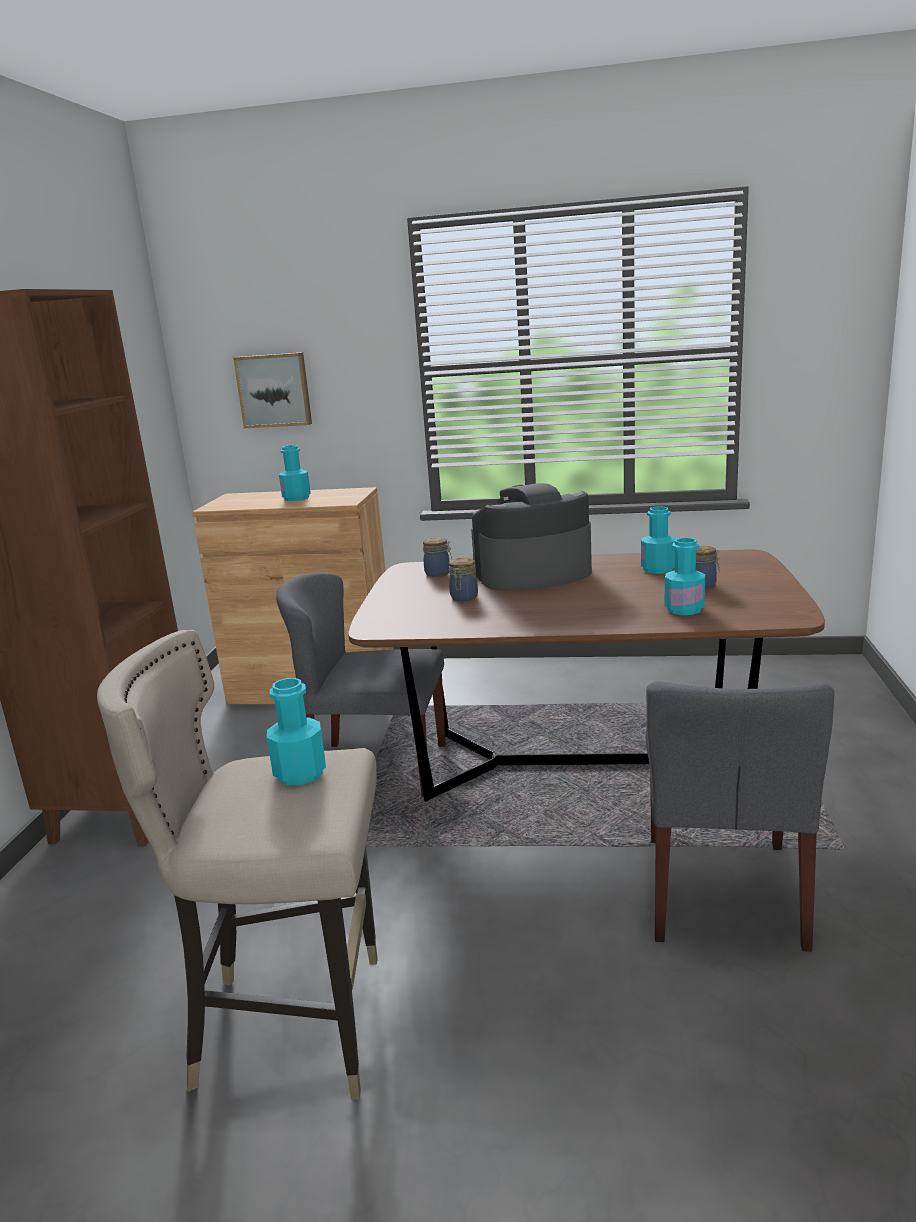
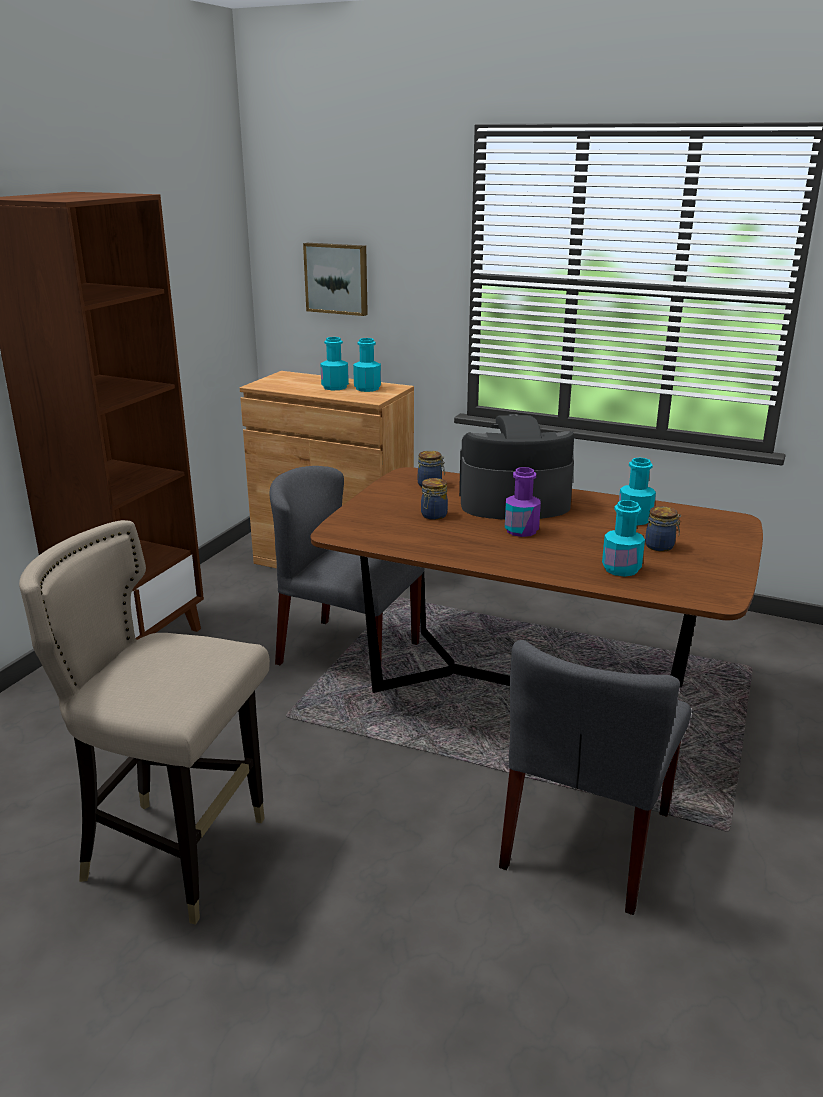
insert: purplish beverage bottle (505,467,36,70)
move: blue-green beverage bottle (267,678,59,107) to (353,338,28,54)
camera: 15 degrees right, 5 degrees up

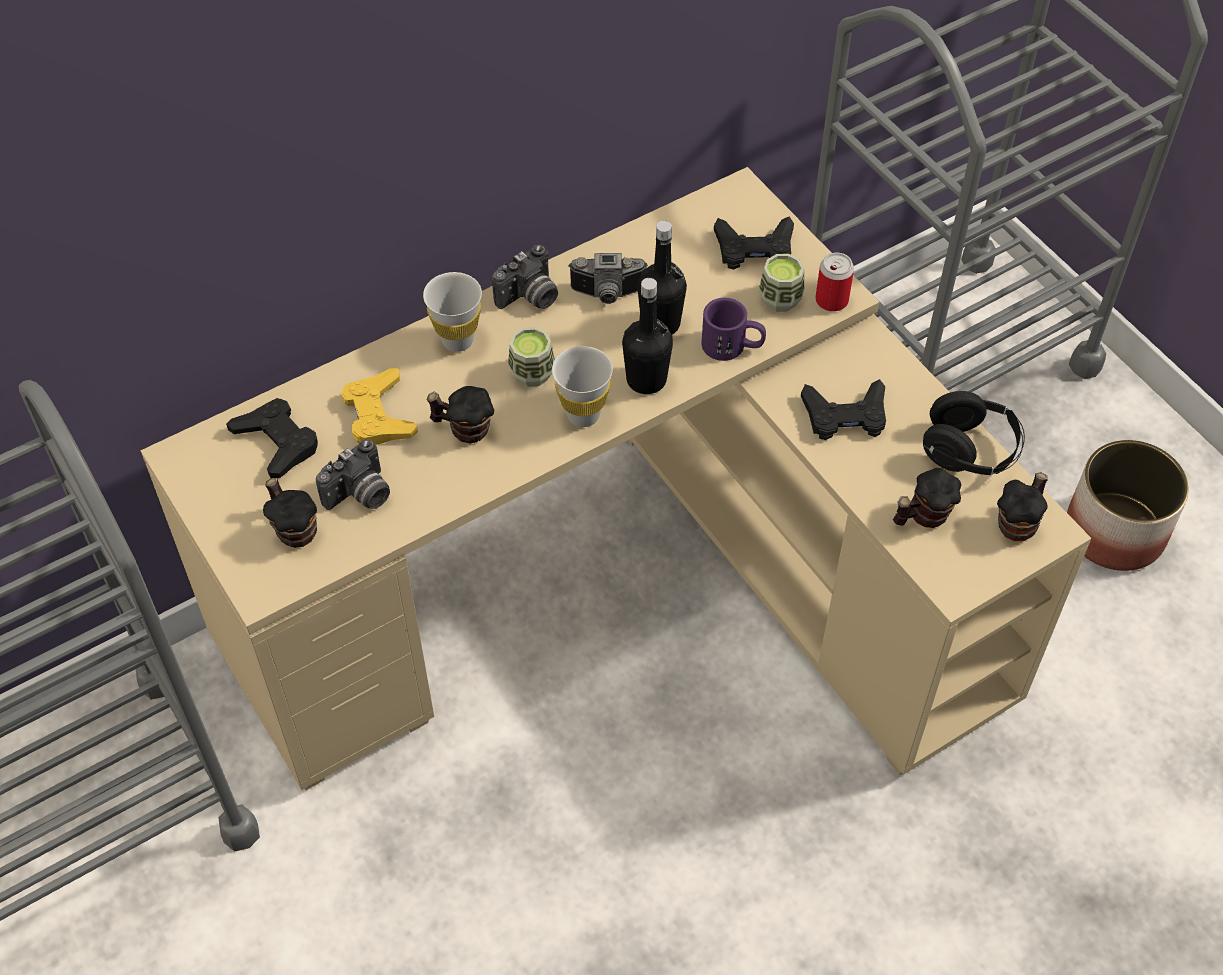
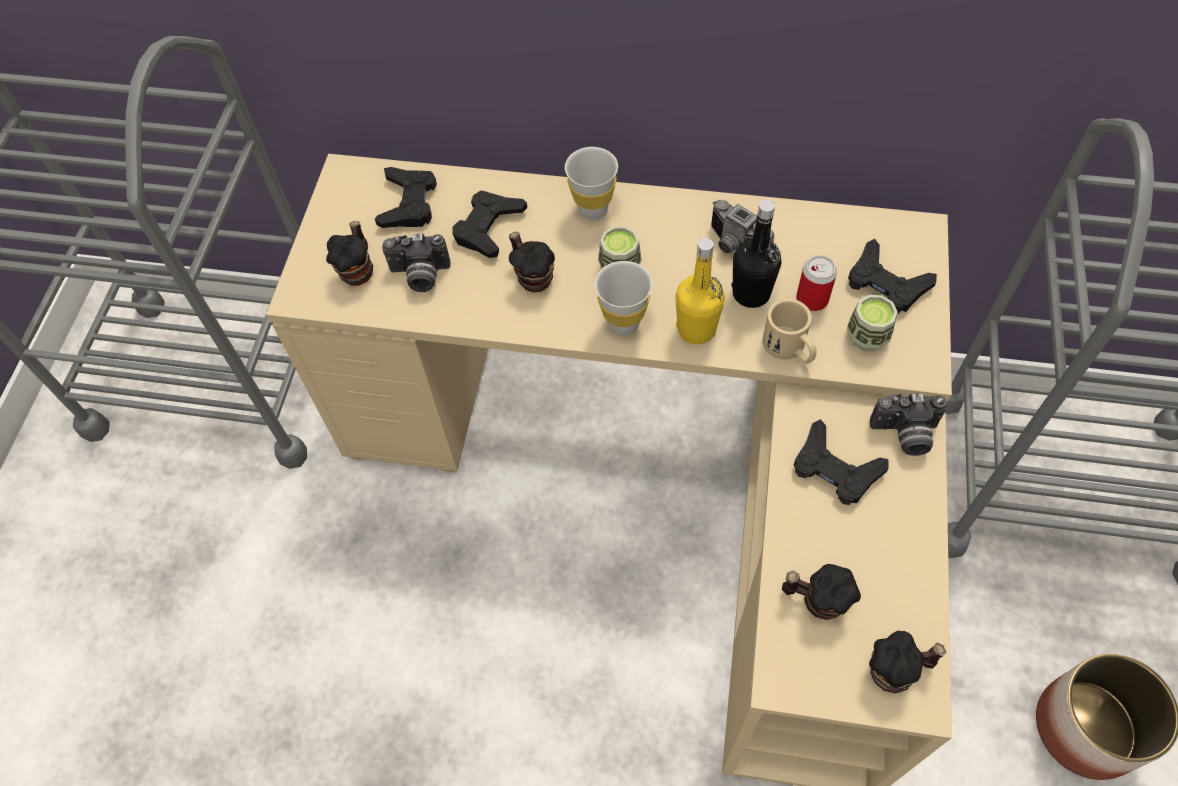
delete: black-coloured headphones (923,391,102,84)
move: can (815,252,39,60) to (796,255,41,56); still camera (492,245,66,64) to (869,393,78,63)
recolor: yellow joypad (341,368,77,77) to black-coloured joypad (452,191,75,67); black-coloured beverage bottle (622,278,51,116) to yellow beverage bottle (675,238,50,106); purplish coffee mug (702,298,64,63) to beige-coloured coffee mug (763,299,54,65)
camera: 45 degrees right, 5 degrees up

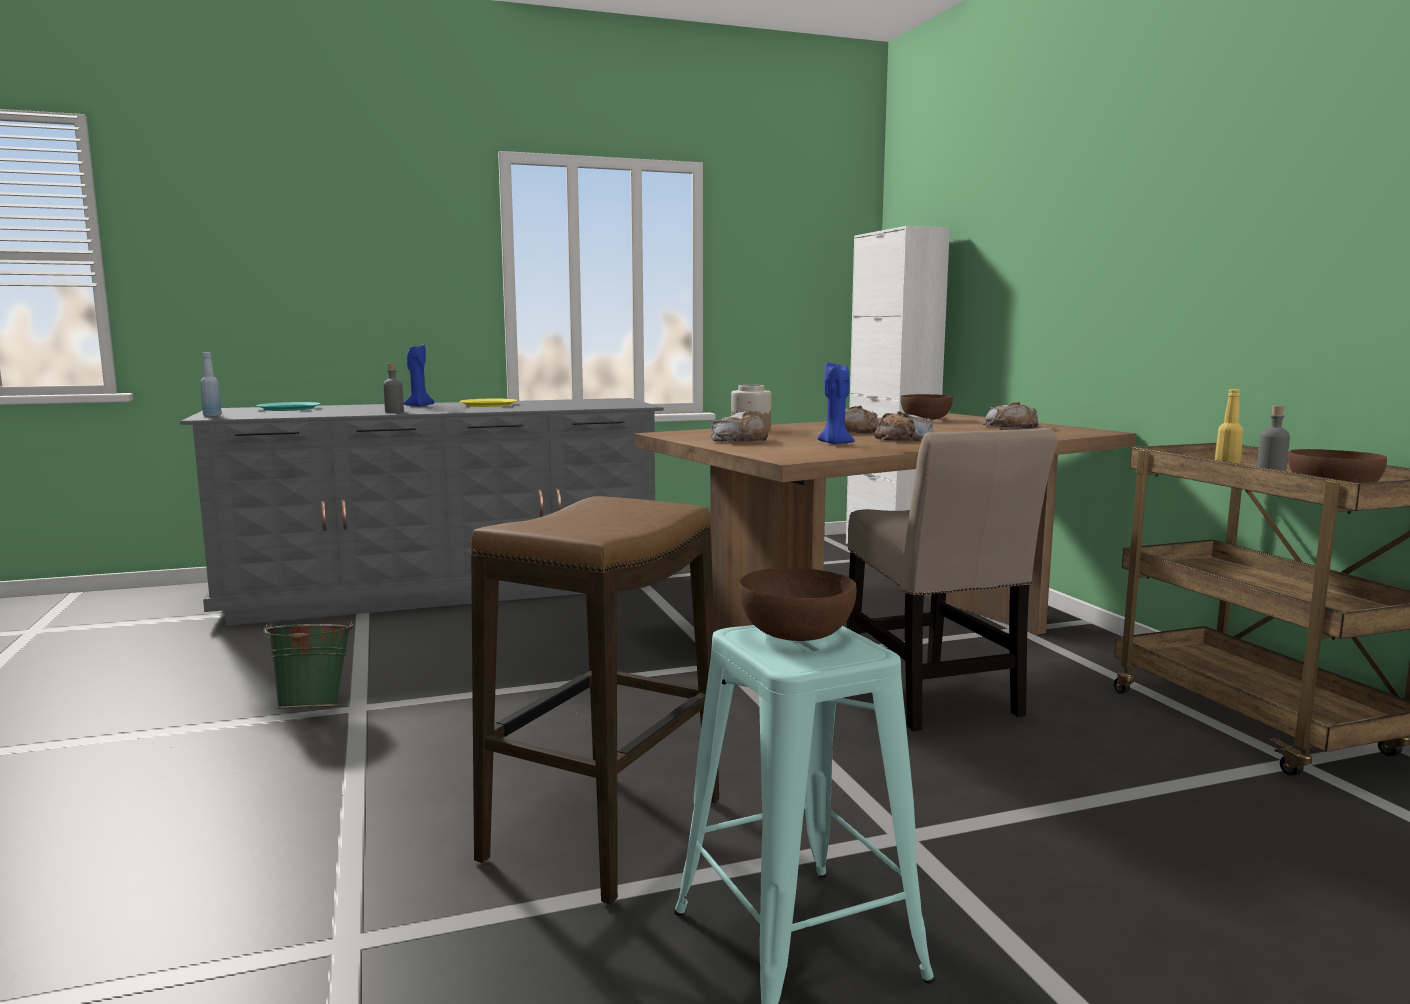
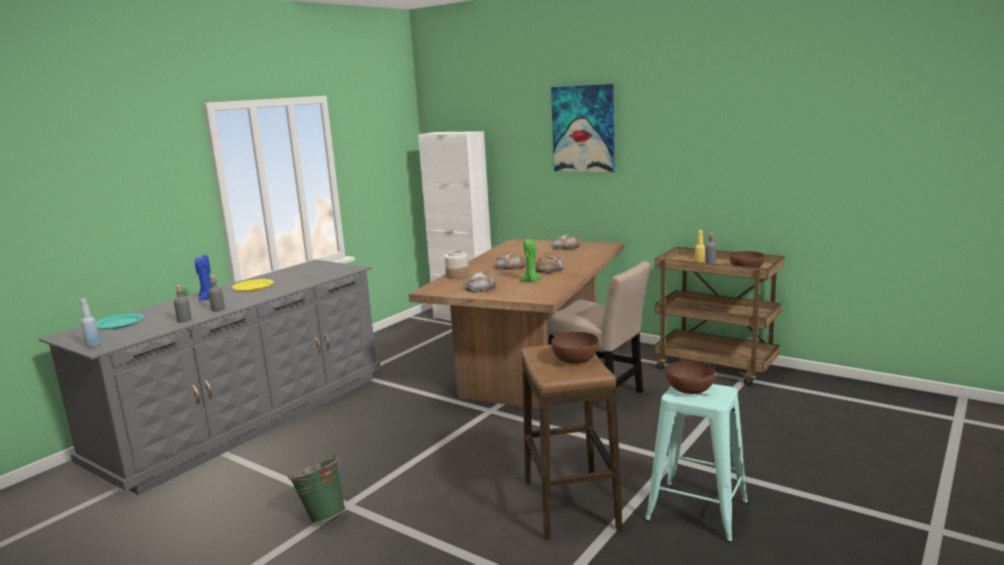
insert: greyish beverage bottle (174,285,18,37); picture (551,84,64,89)
move: brown-coloured serving bowl (901,394,52,26) to (551,332,48,32)
recolor: bluish wax candle (817,362,38,82) to greenish wax candle (521,239,20,43)
camera: 35 degrees left, 5 degrees up

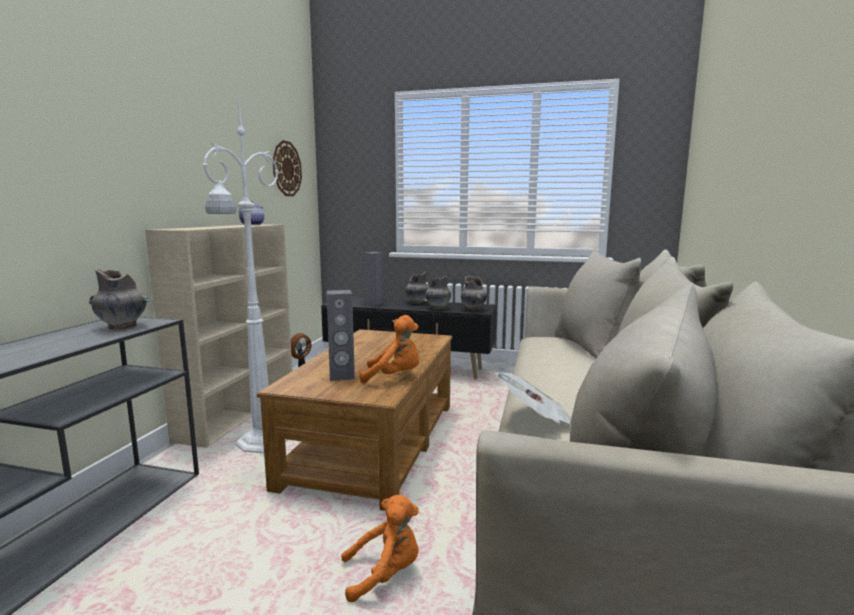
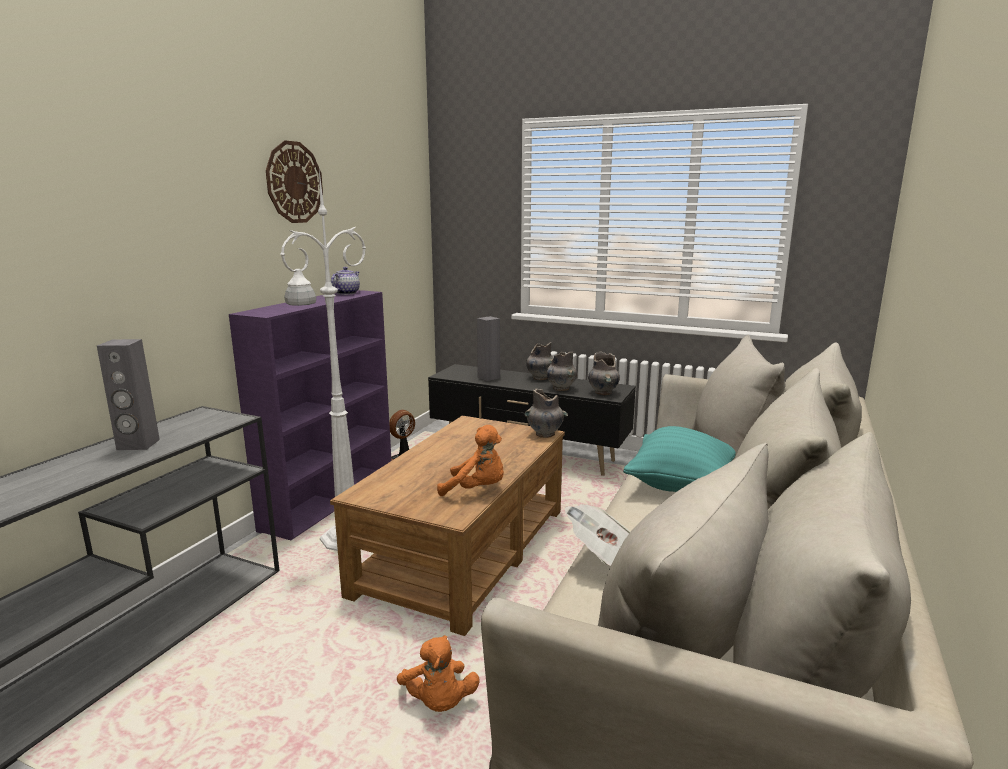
insert: blue-green cushion (623,426,113,66)
move: greyish loudspeaker (326,290,29,91) to (97,339,63,111); hanging clock (273,140,29,56) to (266,140,57,83); greyish vase (89,268,62,62) to (524,389,44,49)
recolor: beige-coloured shelving unit (145,224,147,224) to purplish shelving unit (229,290,163,250)
rotate: orange-coloured cuddly toy (341,495,78,107) = (397,635,83,77) 75 degrees clockwise
camera: 10 degrees right, 5 degrees up

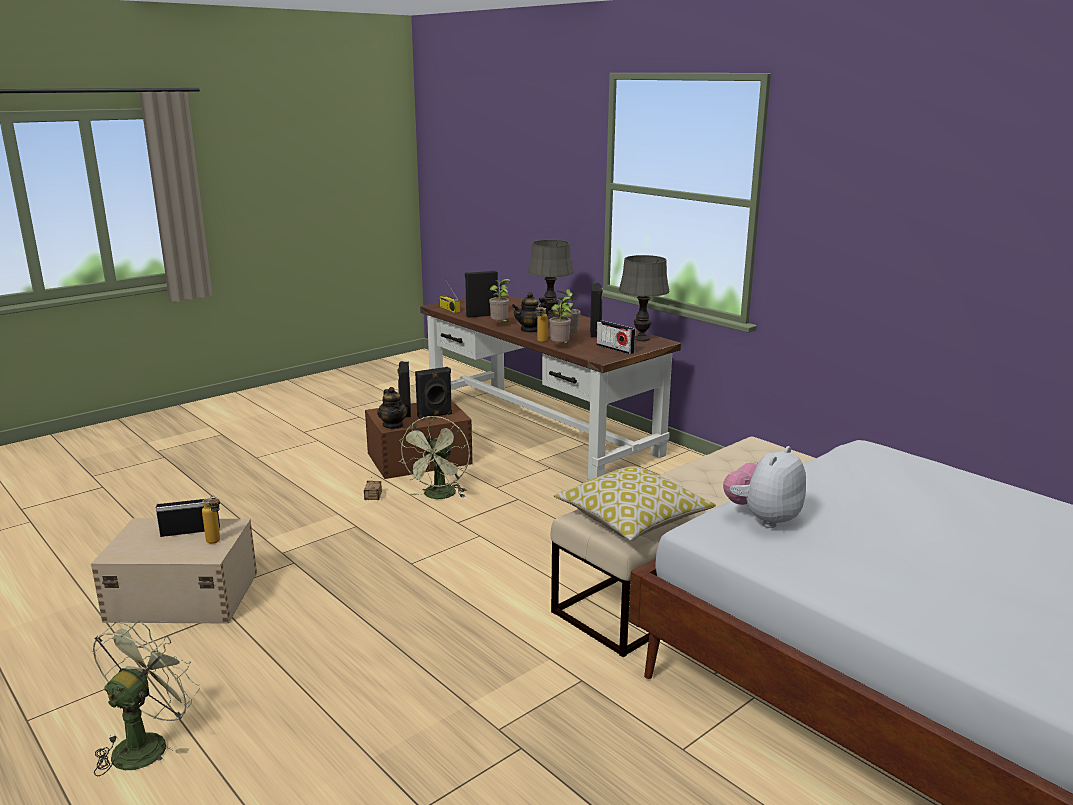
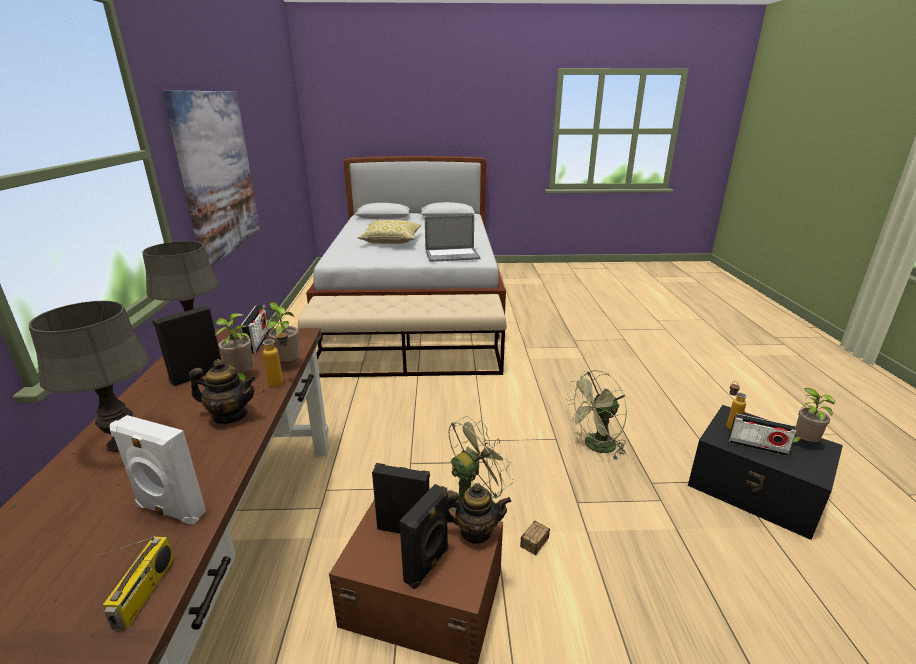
insert: picture (162,90,98,177)
move: cushion (554,466,162,75) to (358,220,64,24); greenish fan (93,621,107,155) to (565,370,62,91); houseplant (489,279,22,44) to (793,388,42,55)
replace: cuddly toy (723,446,83,82) to notebook computer (425,215,56,47)
recolor: black-coloured loudspeaker (465,270,33,48) to white loudspeaker (110,415,96,109); beige-coloured storage box (91,518,166,105) to black-coloured storage box (688,405,155,135)
rotate: tea pot (377,387,31,42) = (447,483,64,61) 75 degrees clockwise
camera: 140 degrees left, 5 degrees up

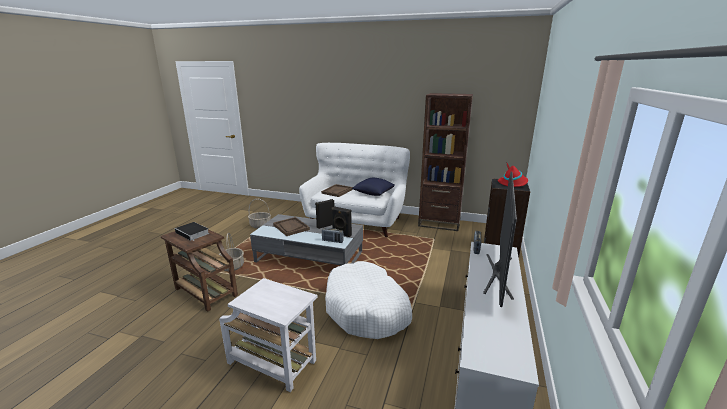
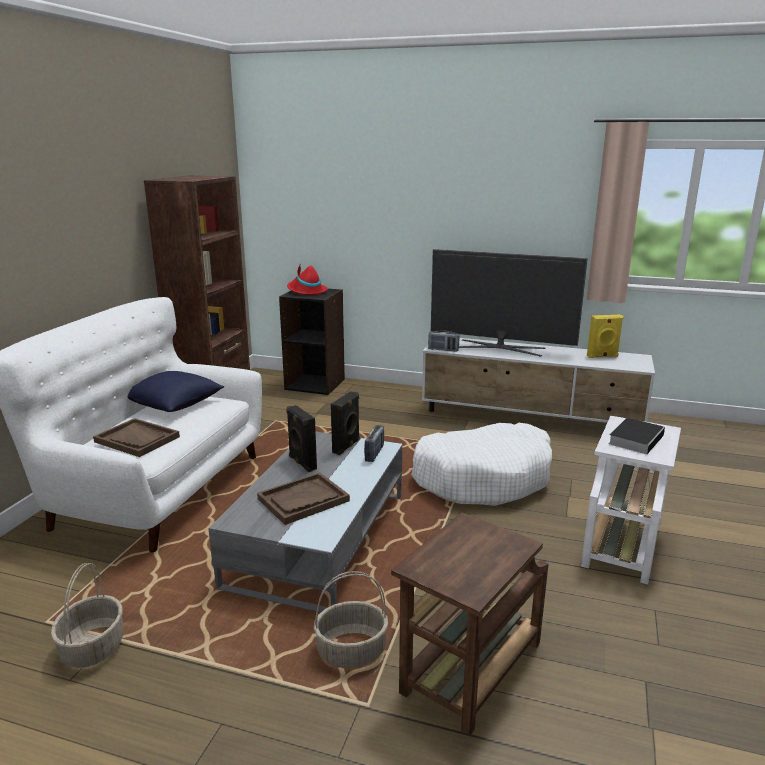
insert: yellow loudspeaker (587,314,36,44)
move: book (175,222,34,20) to (608,418,57,37)
camera: 90 degrees left, 0 degrees up

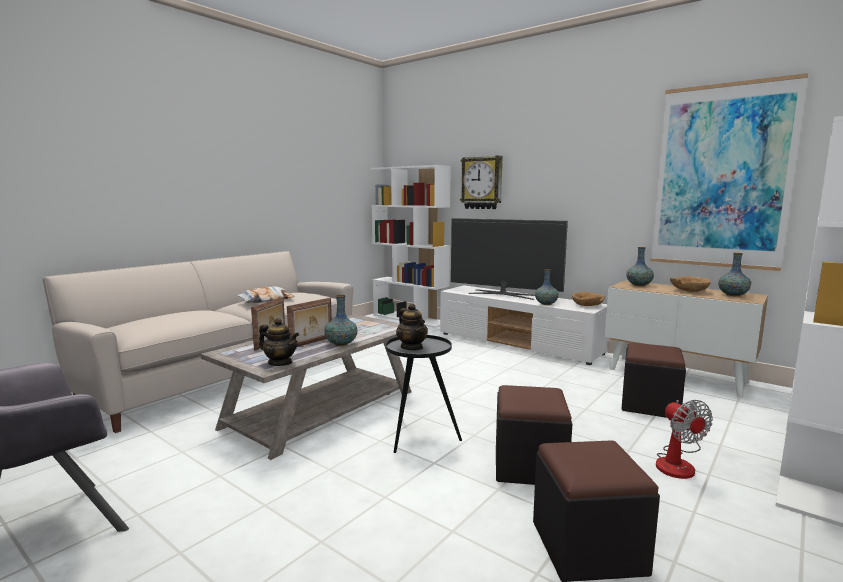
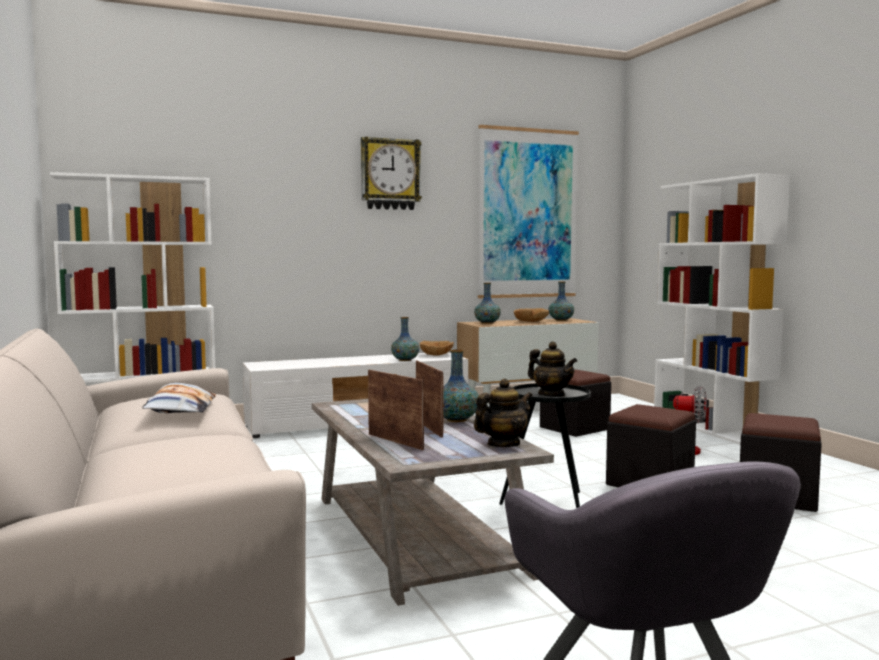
delete: television (451,218,117,82)
move: hanging clock (460,156,43,53) to (361,136,61,74)
rotate: tea pot (396,304,32,46) = (528,342,49,55) 45 degrees clockwise
camera: 60 degrees left, 5 degrees down

